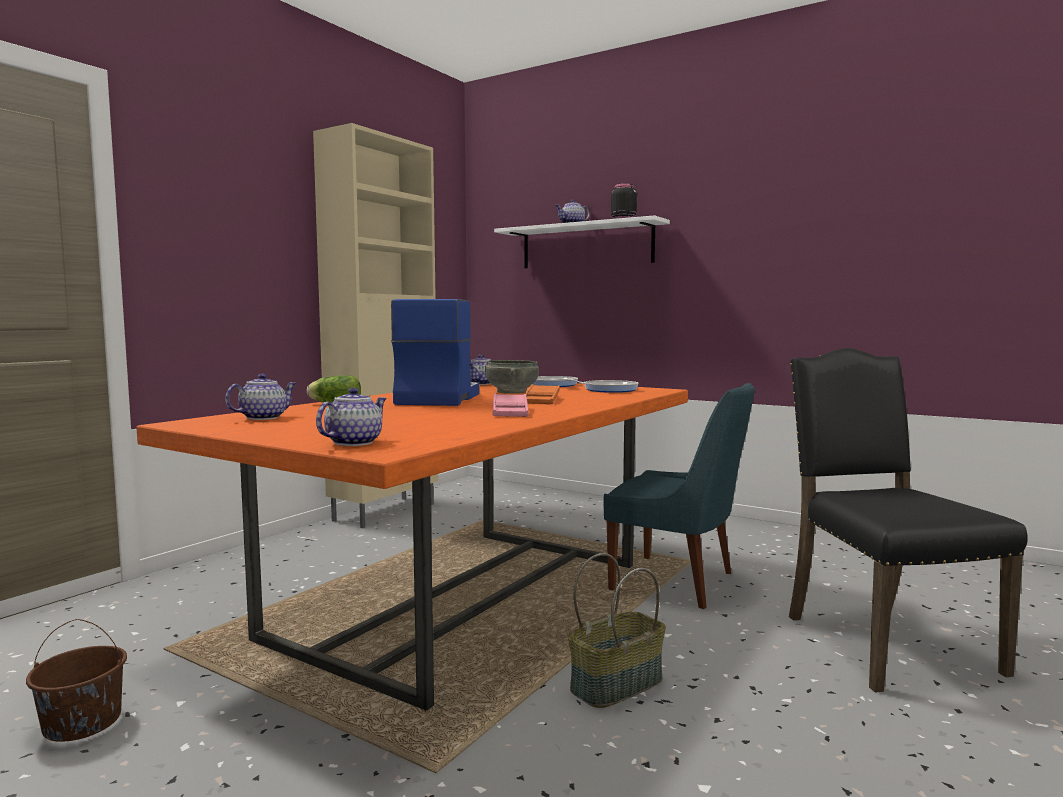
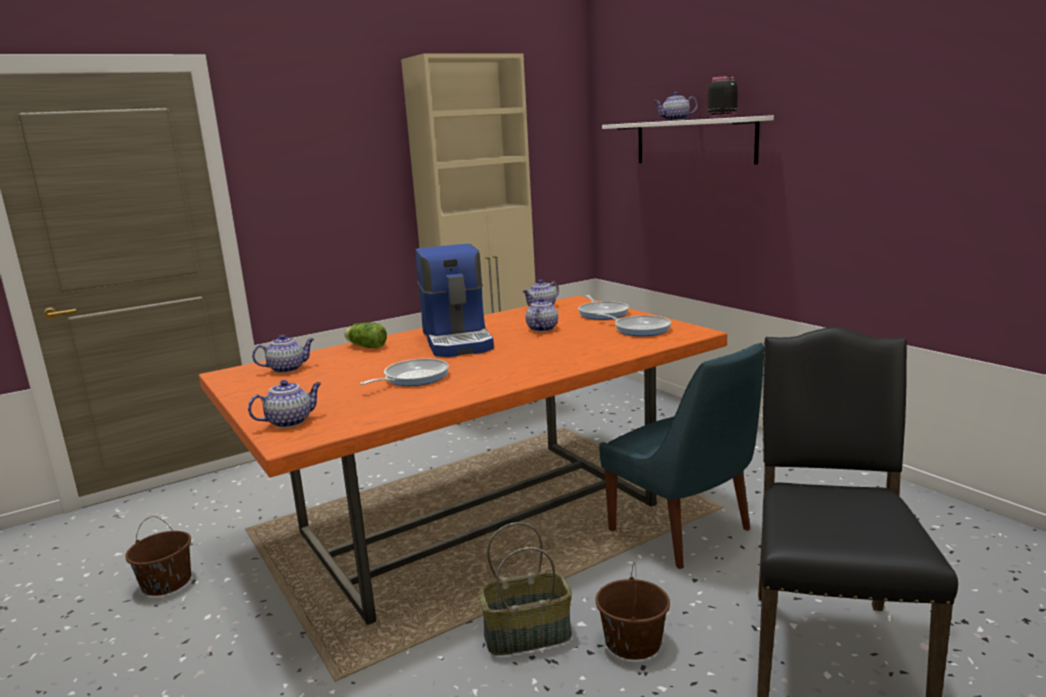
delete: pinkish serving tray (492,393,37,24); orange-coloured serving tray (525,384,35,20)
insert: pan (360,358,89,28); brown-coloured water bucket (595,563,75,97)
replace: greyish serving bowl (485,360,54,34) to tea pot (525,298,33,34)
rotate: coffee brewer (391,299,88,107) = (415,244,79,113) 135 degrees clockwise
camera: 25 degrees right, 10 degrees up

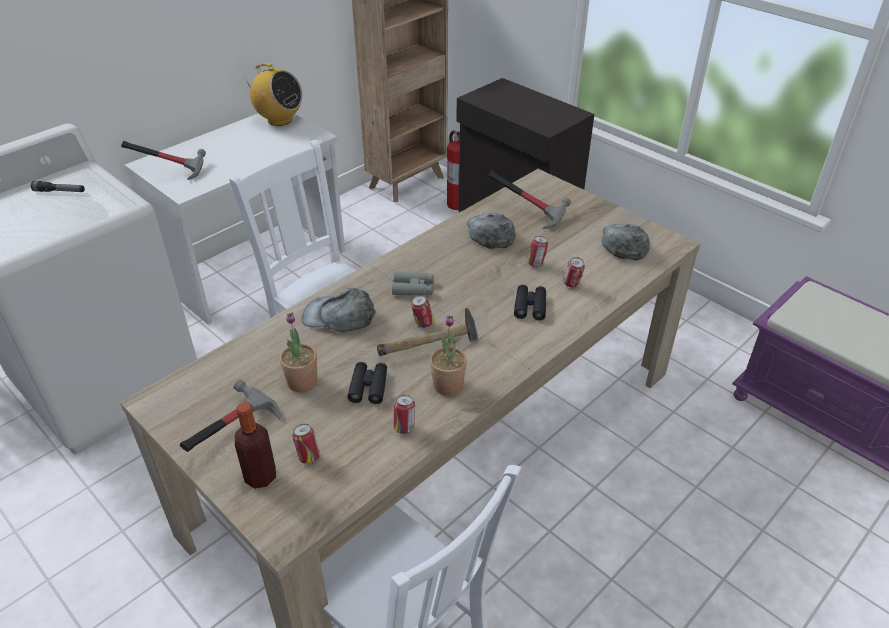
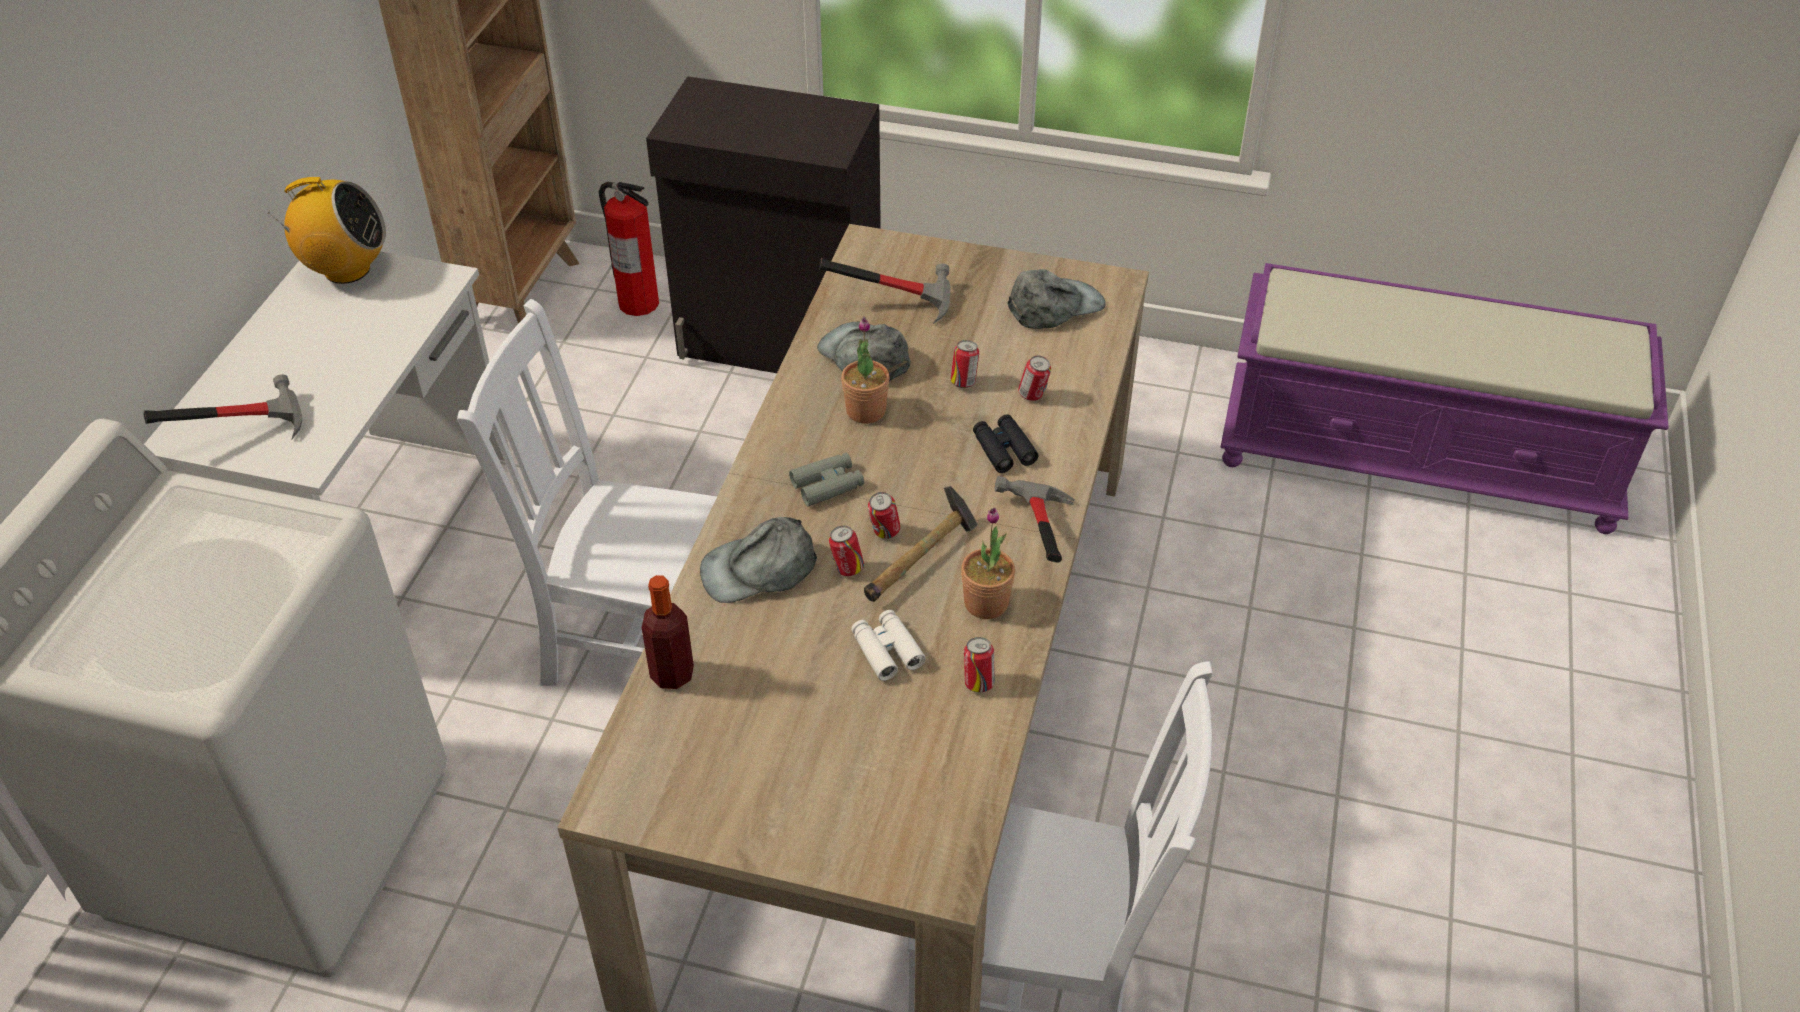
delete: hand torch (31,181,54,11)
move: beverage bottle (235,402,41,87) to (642,575,52,114); can (292,424,28,40) to (829,526,35,50); houseplant (280,312,37,80) to (841,317,49,107); hammer (180,379,101,73) to (995,476,80,87)
recolor: black-coloured pair of binoculars (347,362,40,42) to white pair of binoculars (851,610,75,71)
rotate: greyish cap (602,224,48,36) = (1008,269,98,60) 90 degrees clockwise
camera: 30 degrees left, 5 degrees up

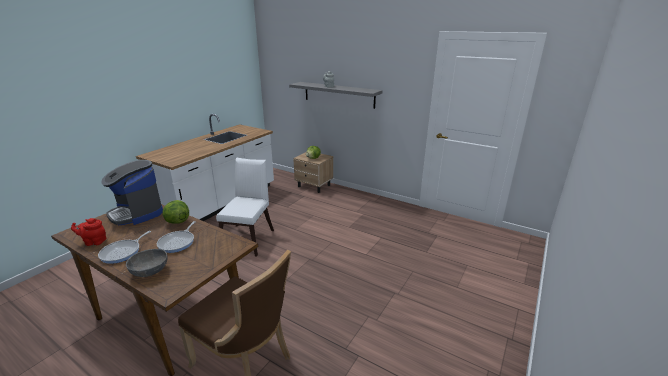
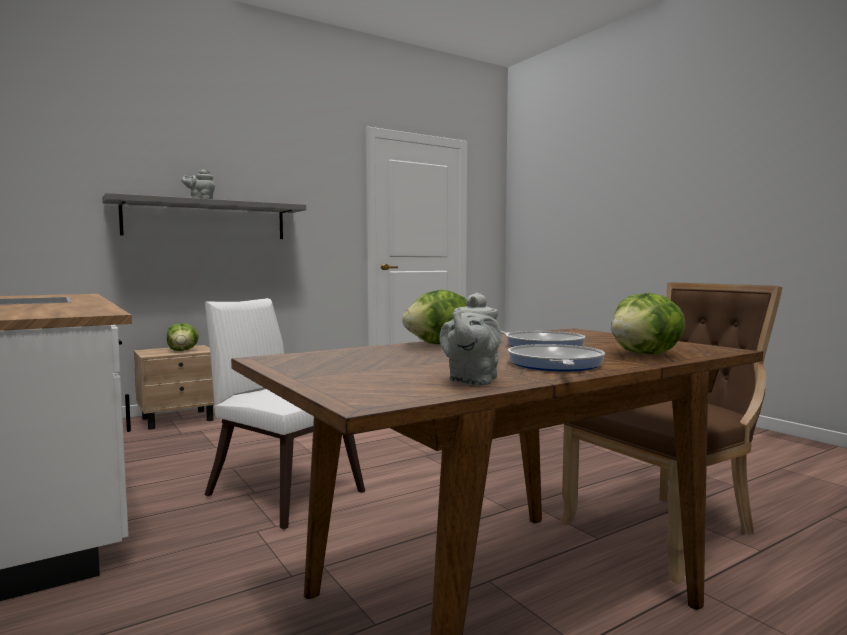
delete: coffee brewer (101,160,62,65)
replace: greyish serving bowl (126,249,42,28) to lettuce (611,293,75,61)
recolor: reddish tea pot (71,218,35,28) to greyish tea pot (439,293,62,92)
rotate: pan (98,231,53,33) = (508,344,97,27) 135 degrees counterclockwise
camera: 65 degrees left, 20 degrees down

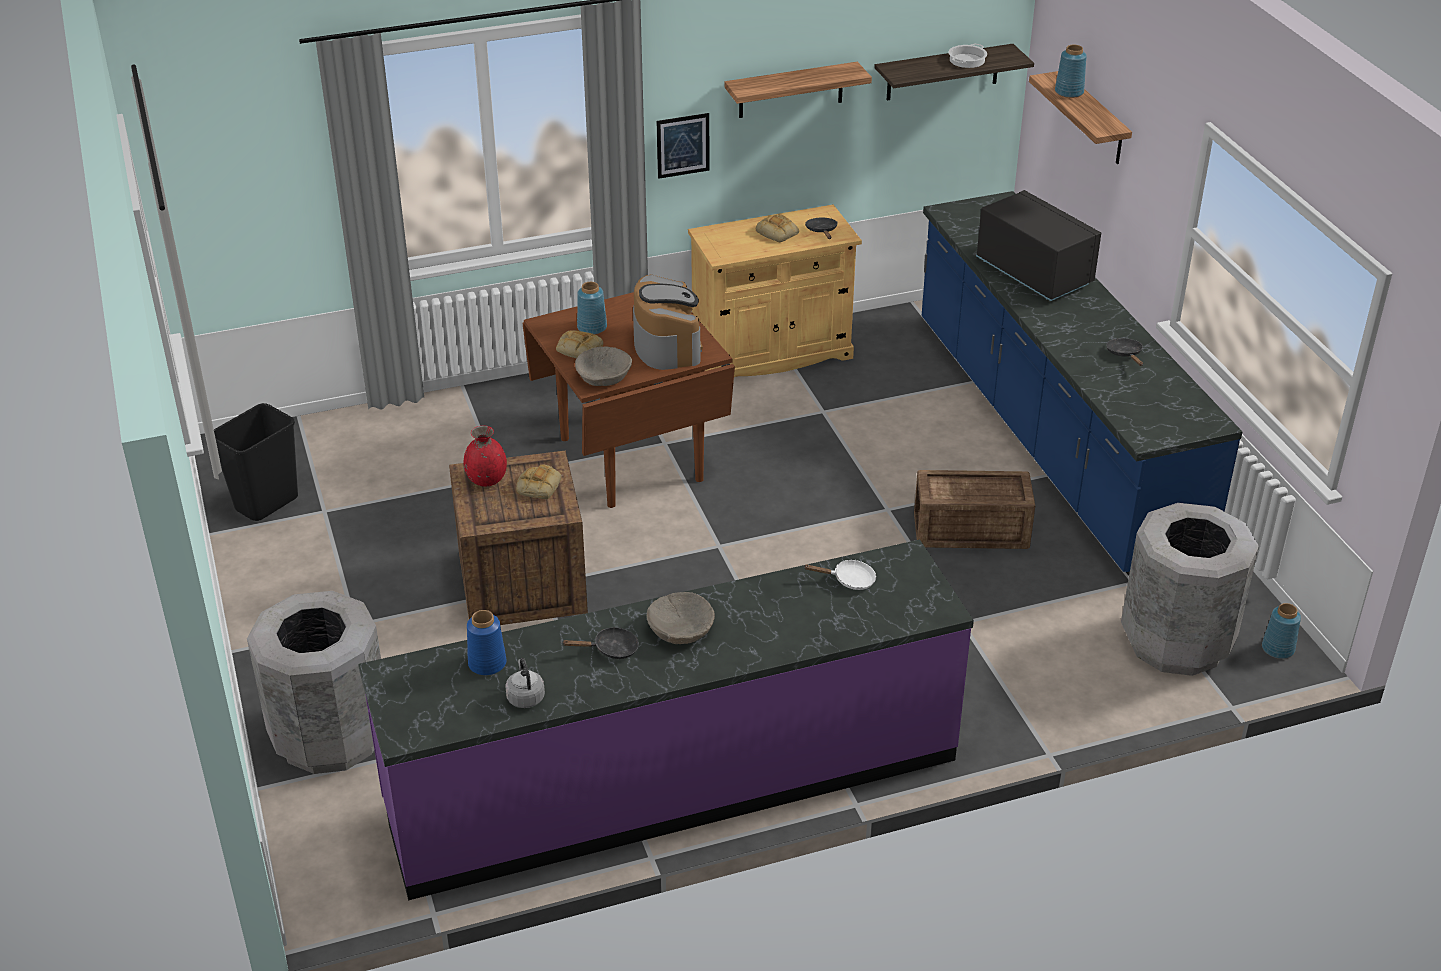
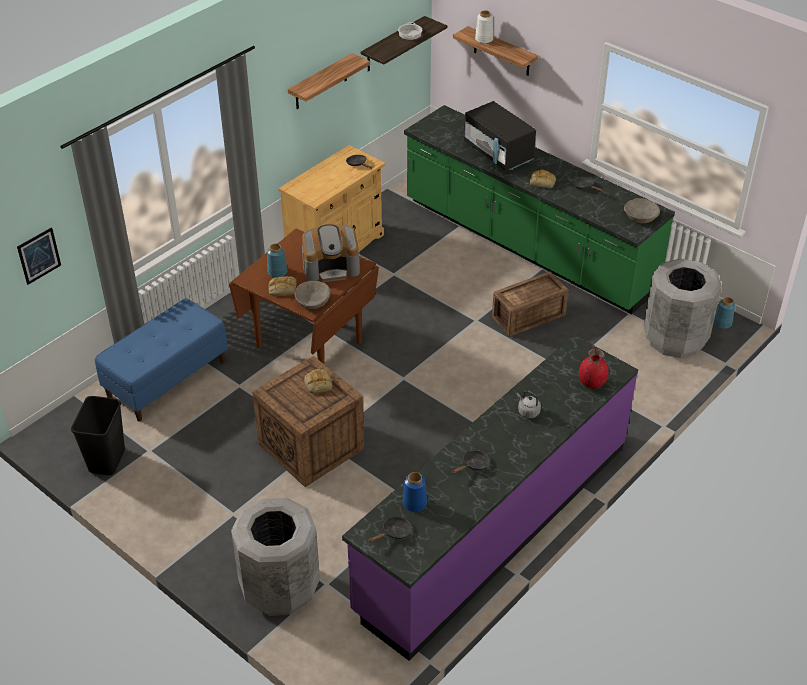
delete: white pan (803,560,73,30)
insert: bluish indoor bench (95,298,133,123); black-coloured pan (369,517,43,25)
move: picture (657,113,53,66) to (17,227,44,58); greyish kettle (505,658,40,50) to (516,390,25,28); bakery bread (756,214,43,28) to (530,170,26,18); reddish vase (464,426,43,61) to (579,348,30,41); beige-coloured serving bowl (647,592,68,52) to (624,198,36,25)
recolor: bluish kitchen counter (922,191,321,385) to greenish kitchen counter (404,105,271,209); bluish vase (1055,44,32,54) to white vase (475,10,18,33)
rotate: coffee brewer (633,275,70,95) = (302,224,58,58) 120 degrees clockwise; black-coloured kitchen microwave (976,190,125,111) = (464,101,72,70) 150 degrees counterclockwise
camera: 30 degrees left, 5 degrees up

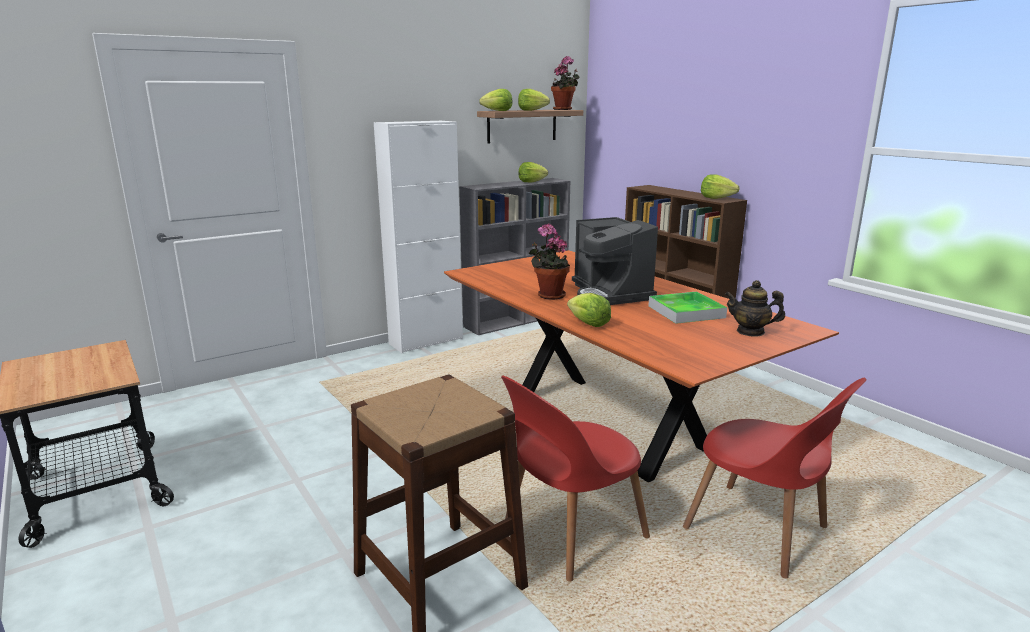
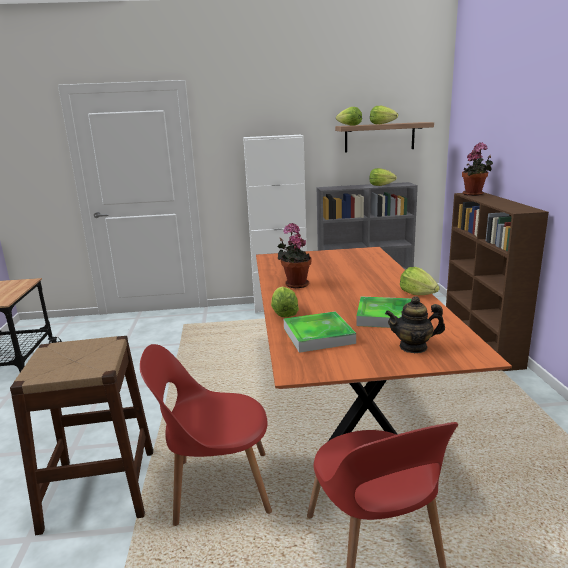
delete: coffee brewer (572,217,86,88)
insert: serving tray (284,311,72,42)
move: lettuce (701,174,38,25) to (400,267,40,28); houseplant (551,56,29,54) to (462,142,31,54)
rotate: tea pot (725,280,60,57) = (385,296,60,57) 45 degrees counterclockwise
camera: 30 degrees right, 0 degrees up

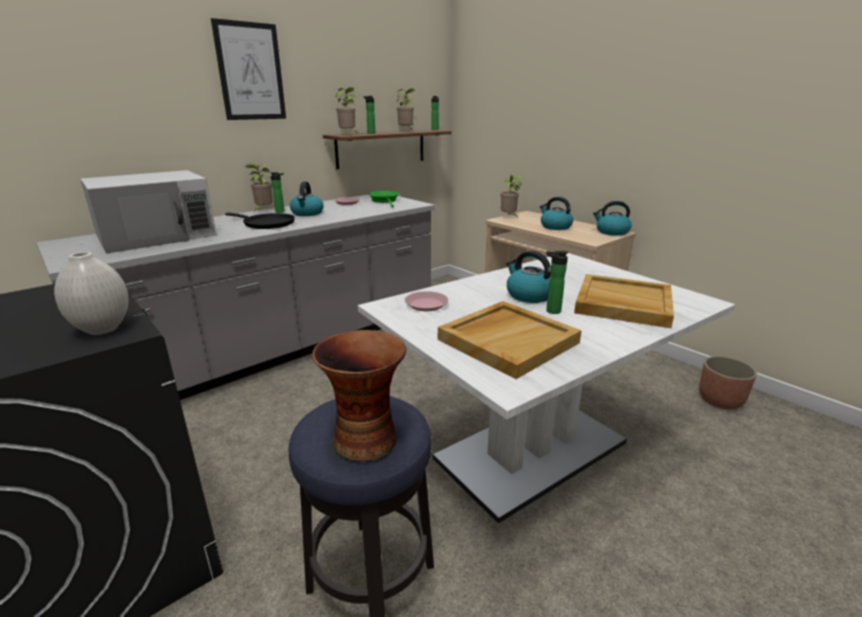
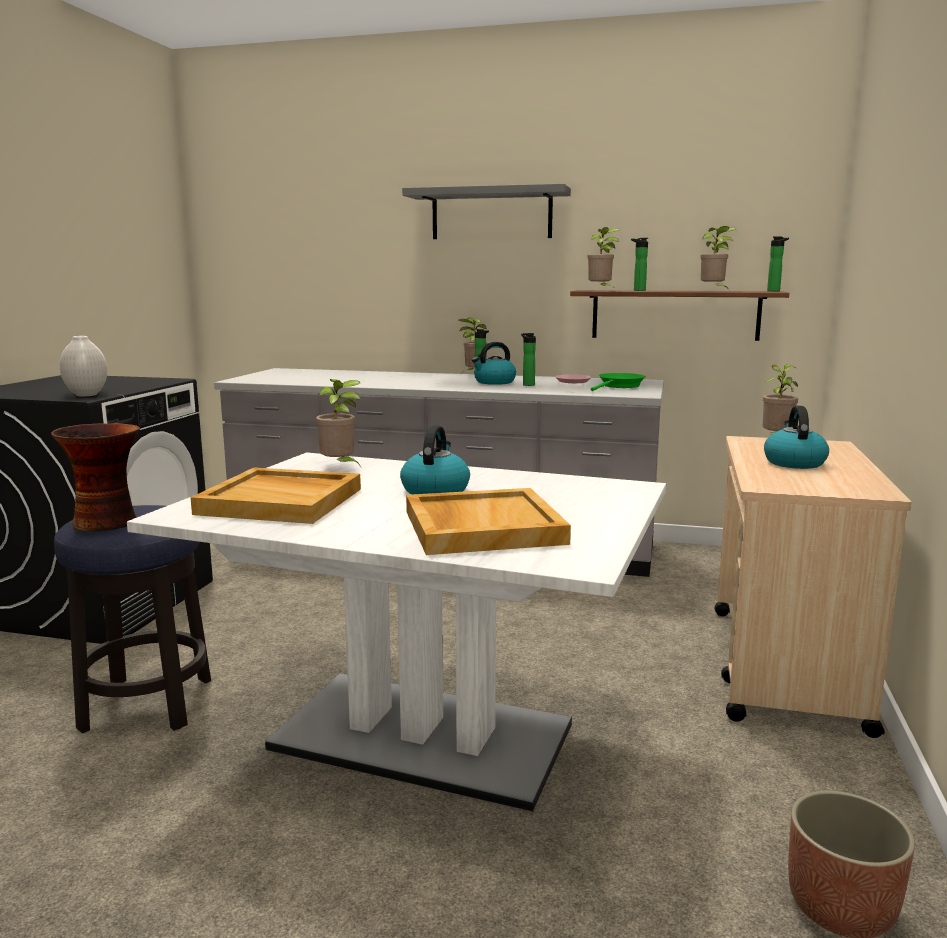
delete: white kitchen microwave (80,170,137,84); black-coloured pan (225,213,70,16); kettle (593,201,39,35)
move: beverage bottle (546,251,23,63) to (521,333,15,53)
replace: pinkish plate (405,291,43,20) to houseplant (316,379,45,88); picture (211,18,75,102) to greyish shelf (402,184,169,55)
camera: 55 degrees right, 10 degrees down

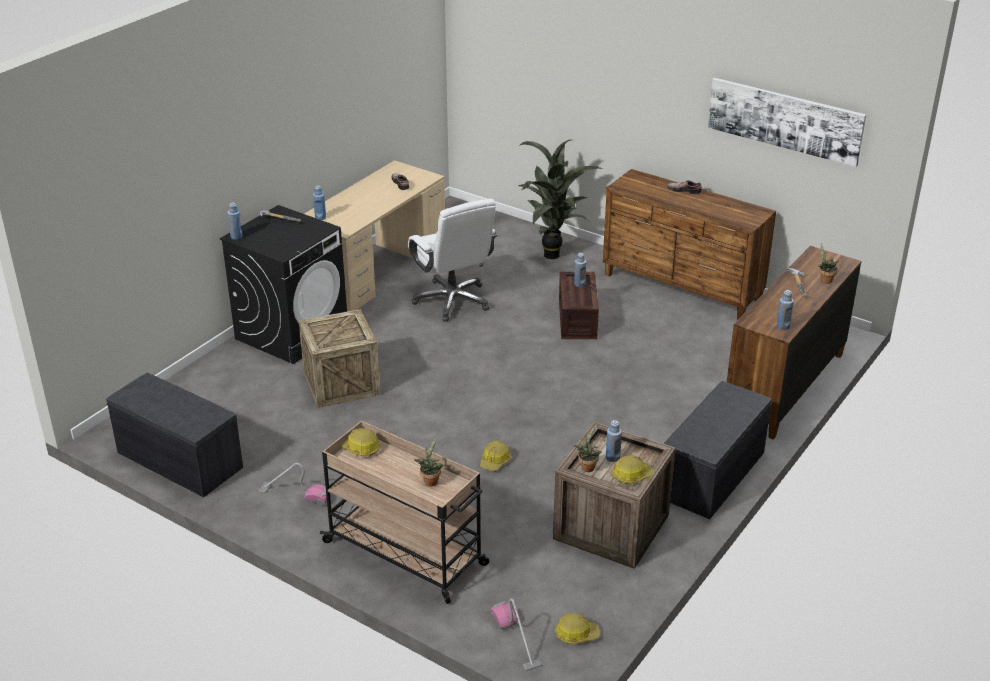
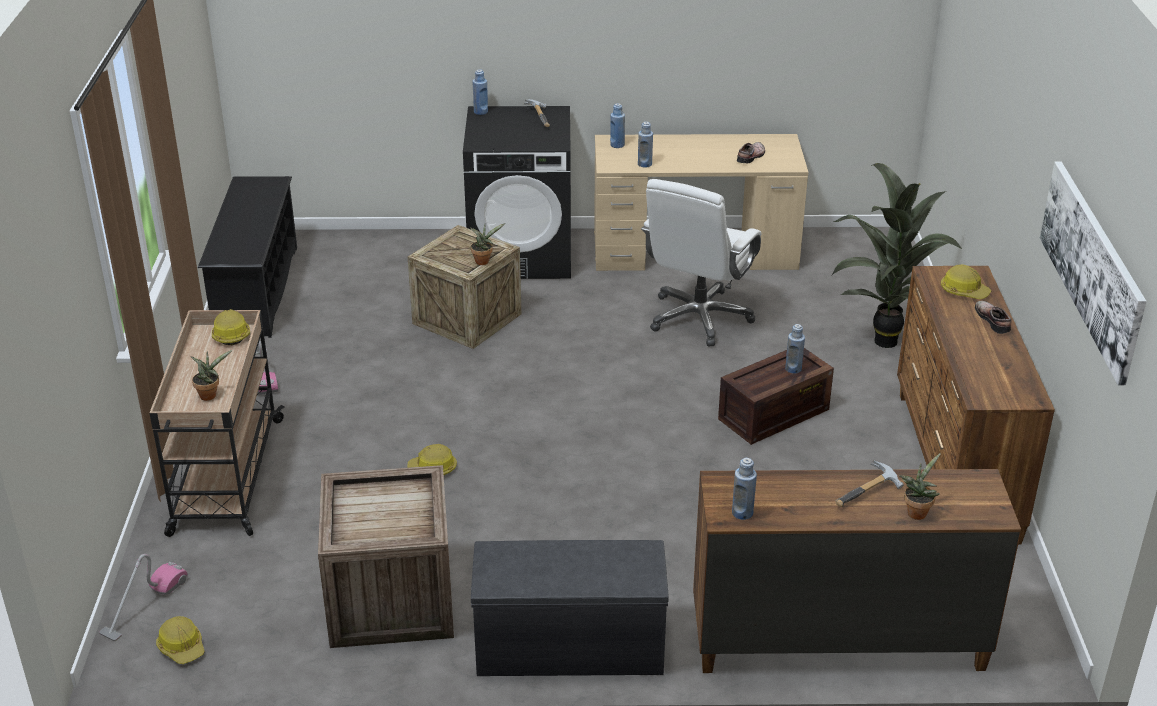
move: houseplant (574,425,27,47) to (470,223,35,42); bluish beverage bottle (606,420,16,42) to (638,122,15,46); safety helmet (612,455,43,29) to (941,264,50,35)
replace: greyish indoor bench (106,373,137,124) to black-coloured shoe shelf (198,176,99,162)
camera: 55 degrees right, 0 degrees up

